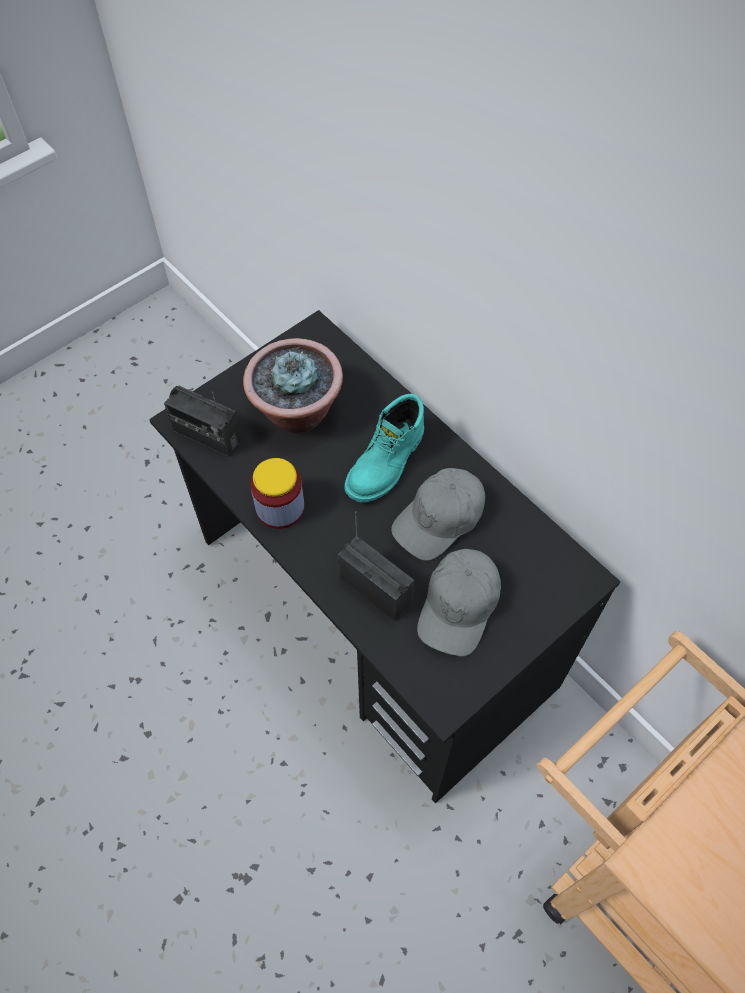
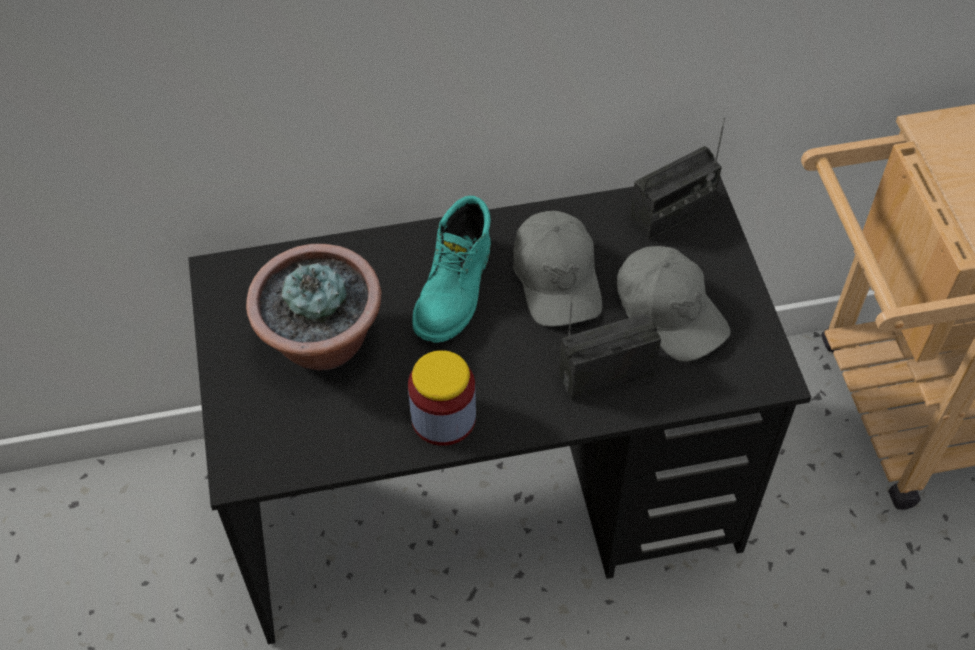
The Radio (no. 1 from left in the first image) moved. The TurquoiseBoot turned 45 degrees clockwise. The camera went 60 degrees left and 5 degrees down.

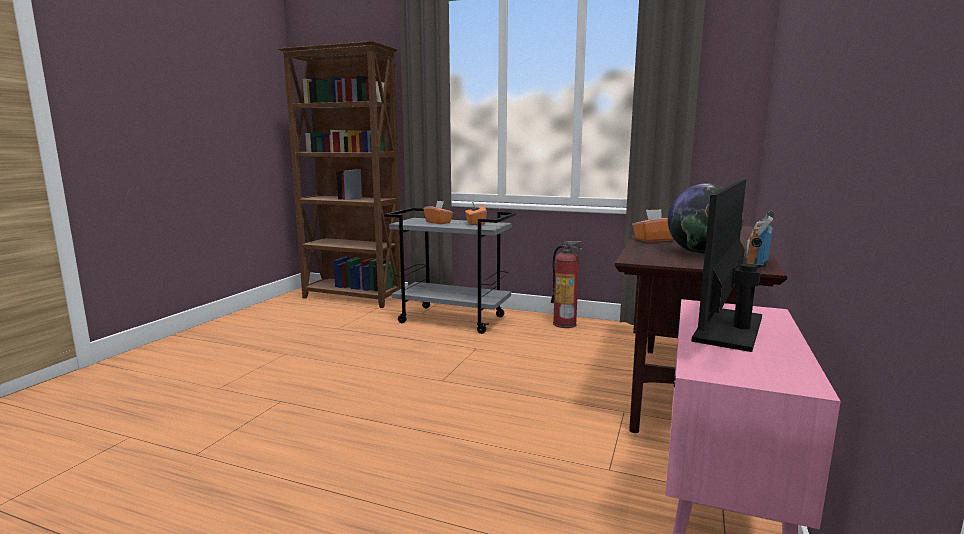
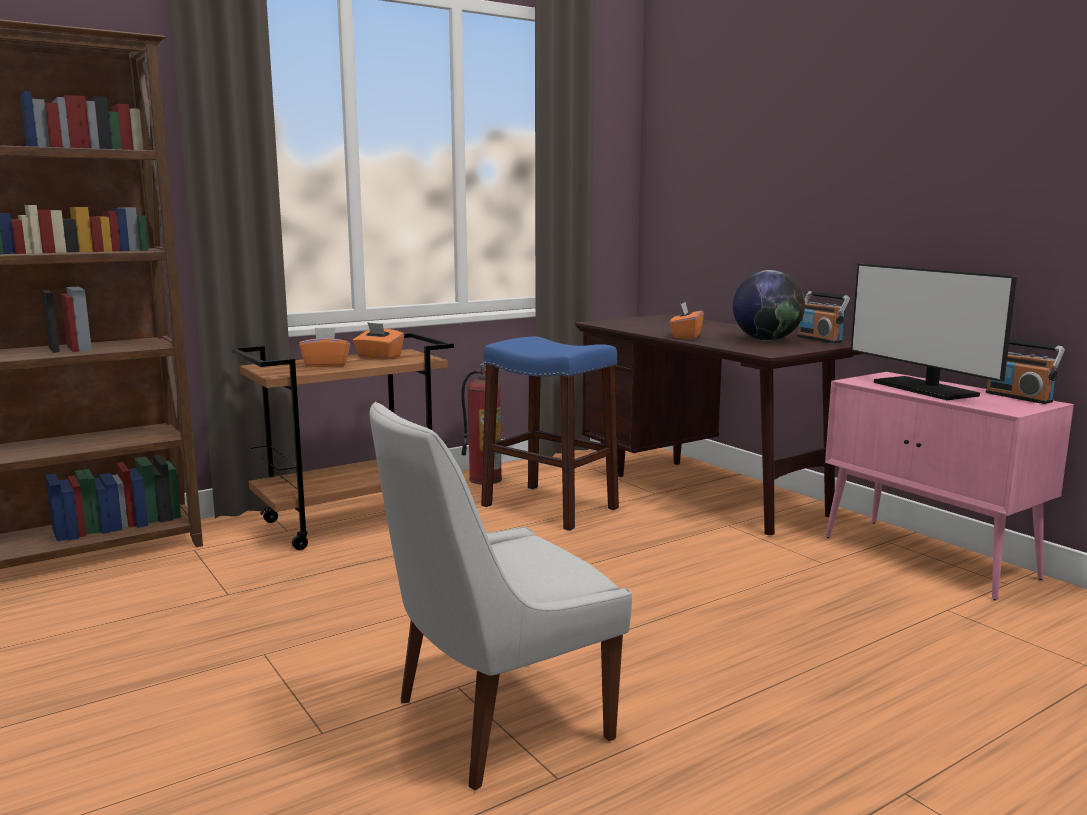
The GreyCart became the BrownCart. The BlueStool appeared. The Radio (no. 2 from left) appeared. The WhiteChair appeared. The camera went 55 degrees left and 0 degrees up.

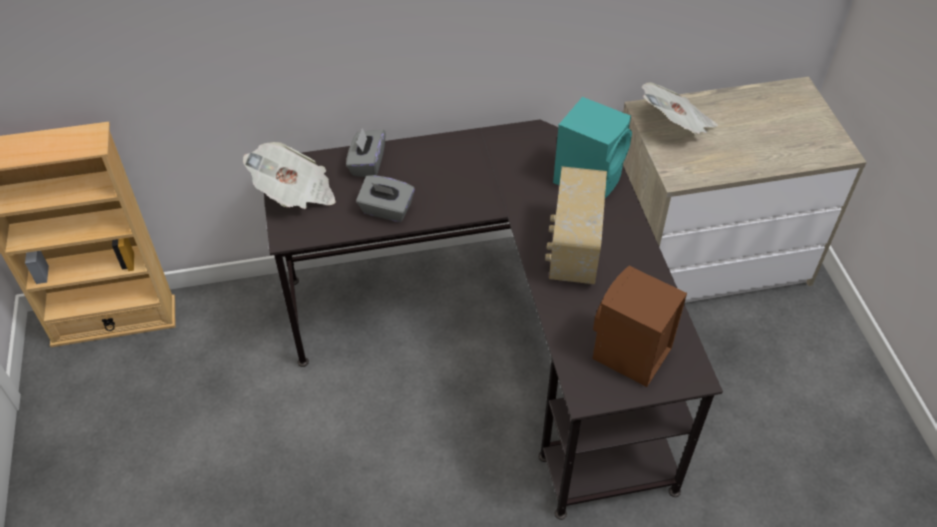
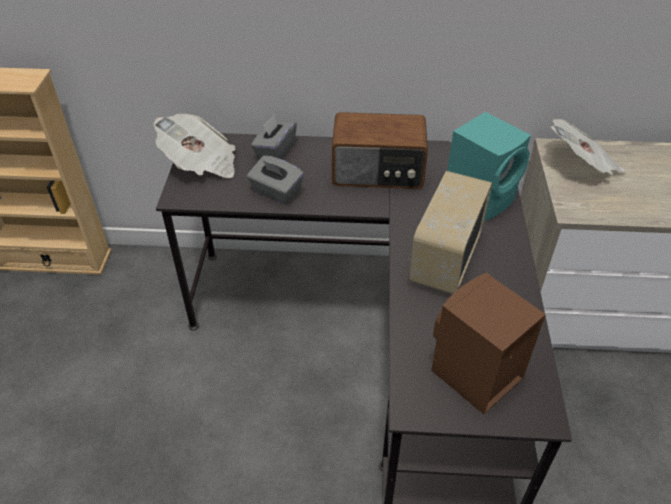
The Radio (no. 1 from left) appeared. The camera went 15 degrees right and 5 degrees down.

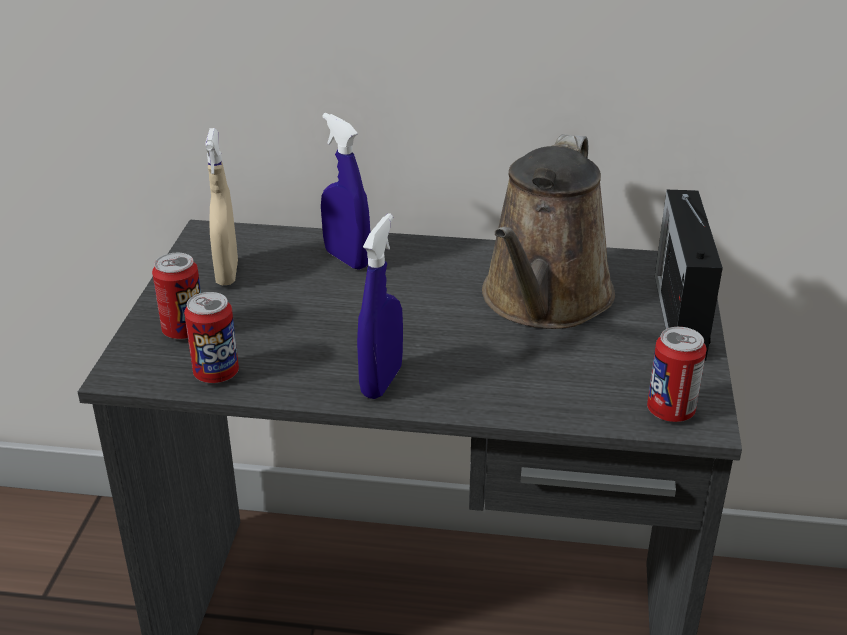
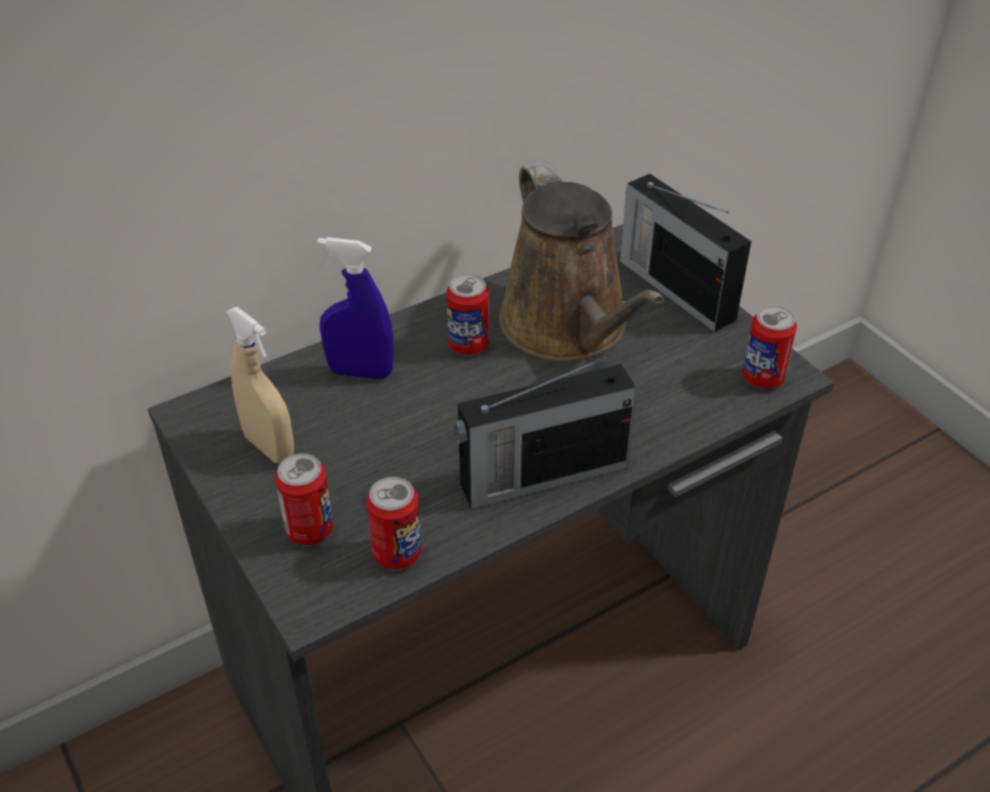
The BlueSprayBottle (no. 2 from left) was replaced by the Radio (no. 1 from left). The Can (no. 3 from left) appeared. The camera went 40 degrees left and 10 degrees up.

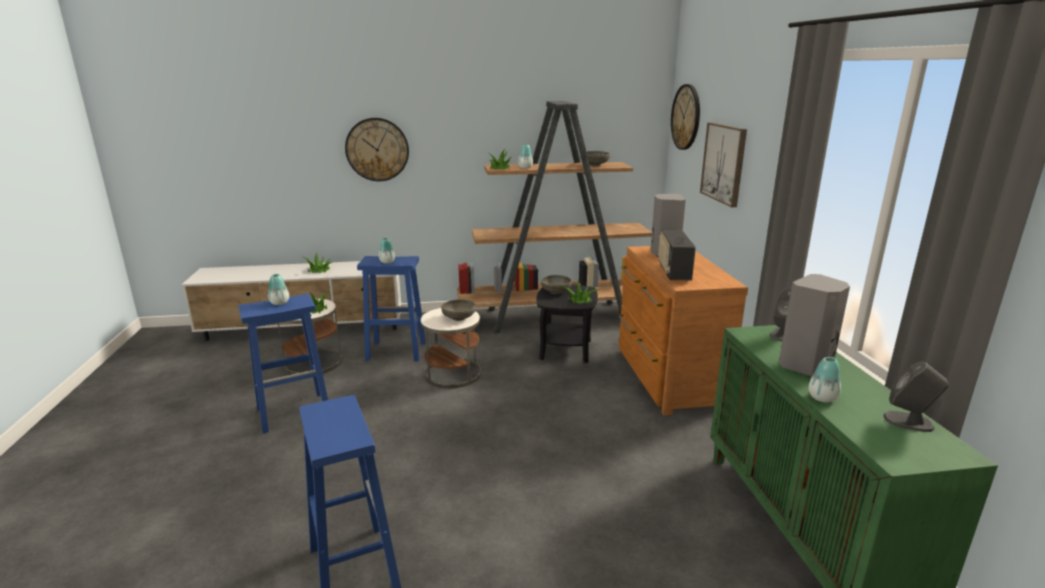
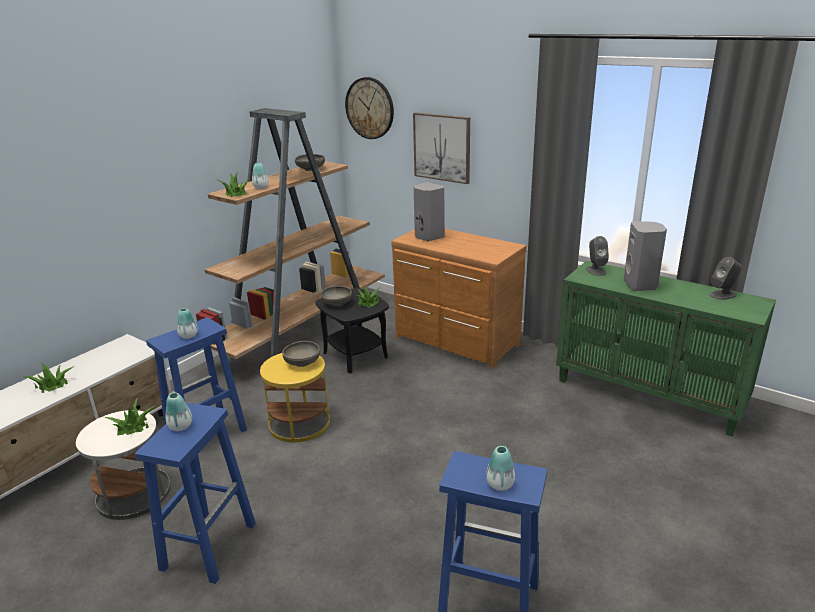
The WallClock (no. 1 from left) disappeared. The Radio disappeared. The WhiteSideTable (no. 2 from left) became the YellowSideTable. The Vase (no. 4 from left) moved. The camera went 45 degrees left and 5 degrees up.

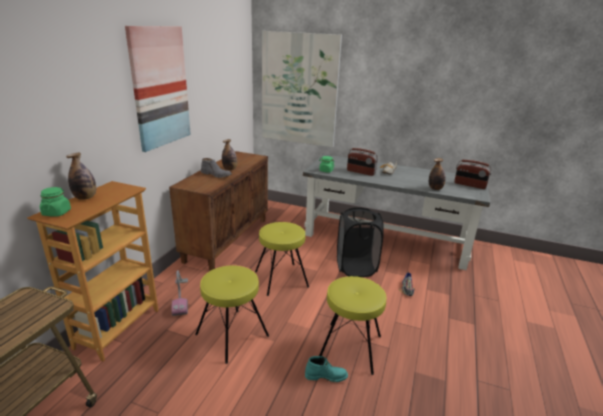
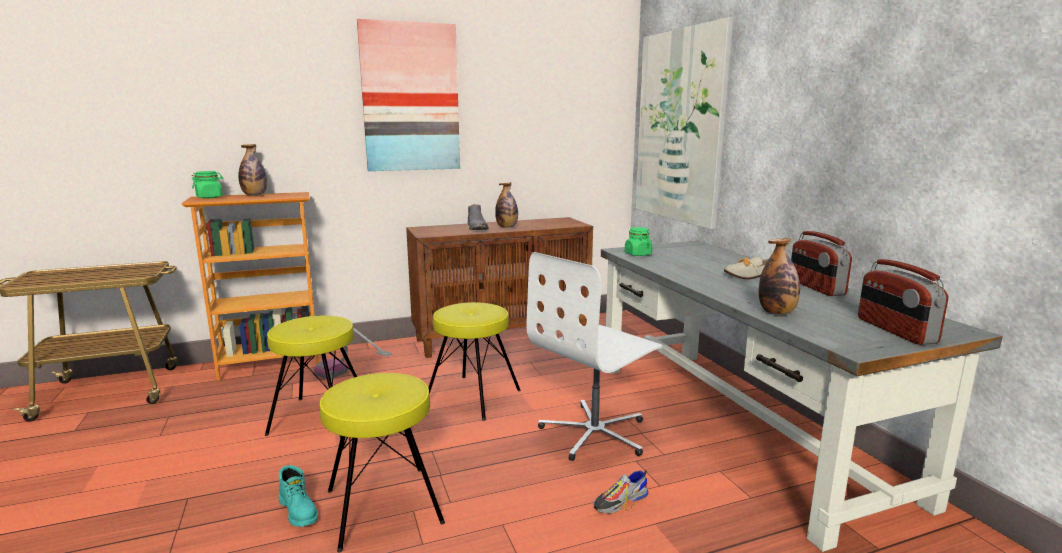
The Radio (no. 1 from left) moved. The BlackLaundryBasket was replaced by the WhiteOfficeChair. The camera went 50 degrees right and 10 degrees down.

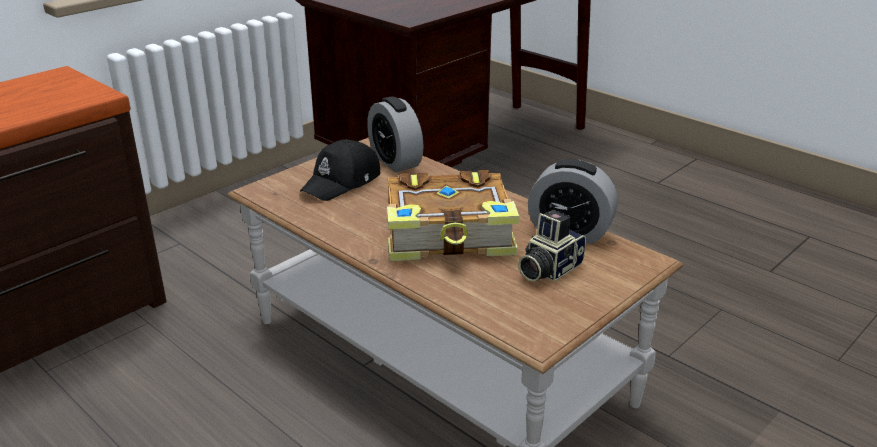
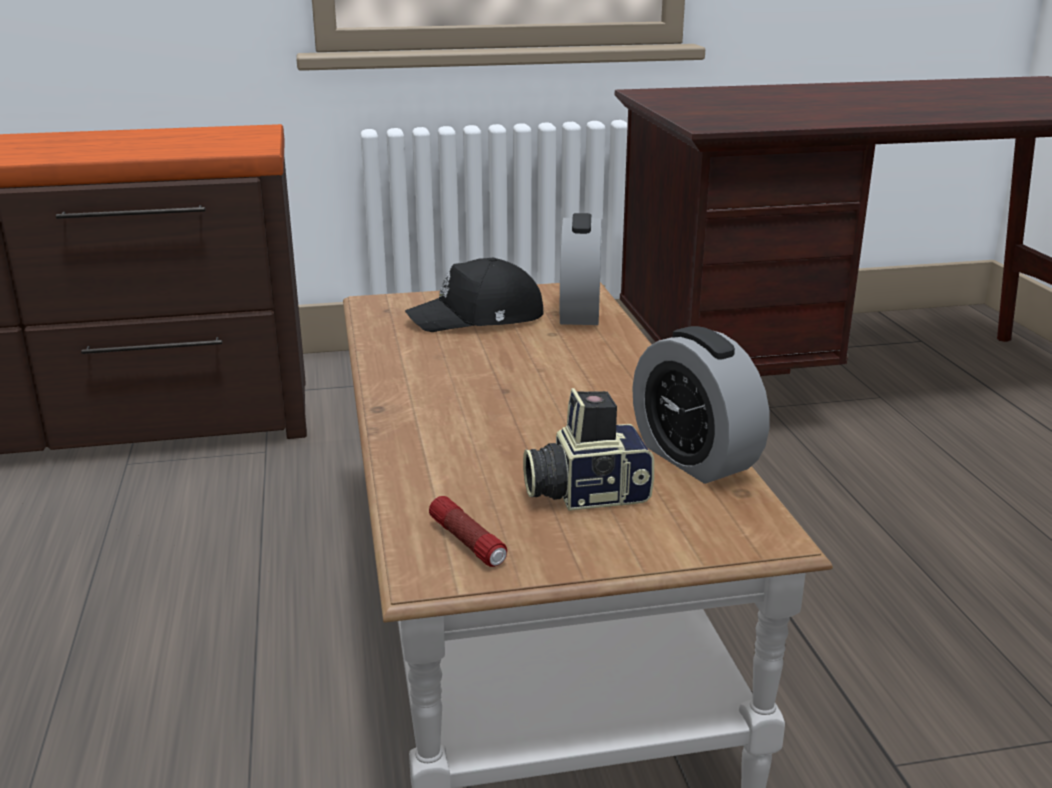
The Book disappeared. The Flashlight appeared. The camera went 35 degrees right and 5 degrees down.

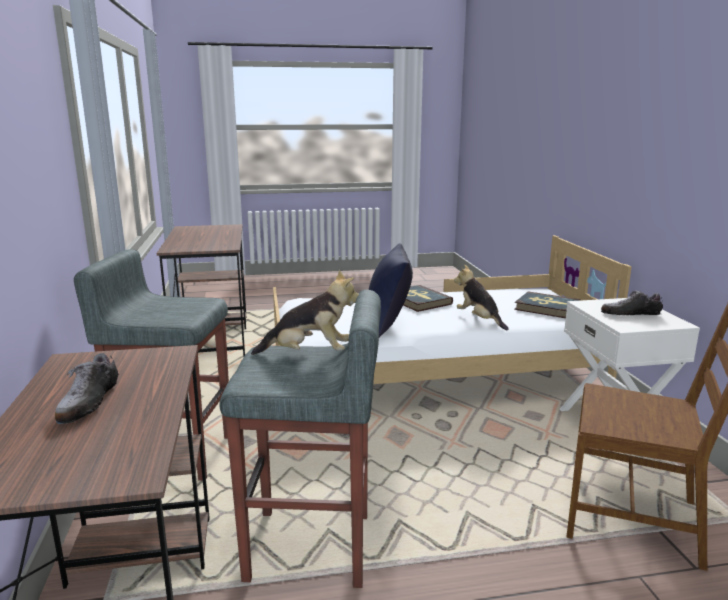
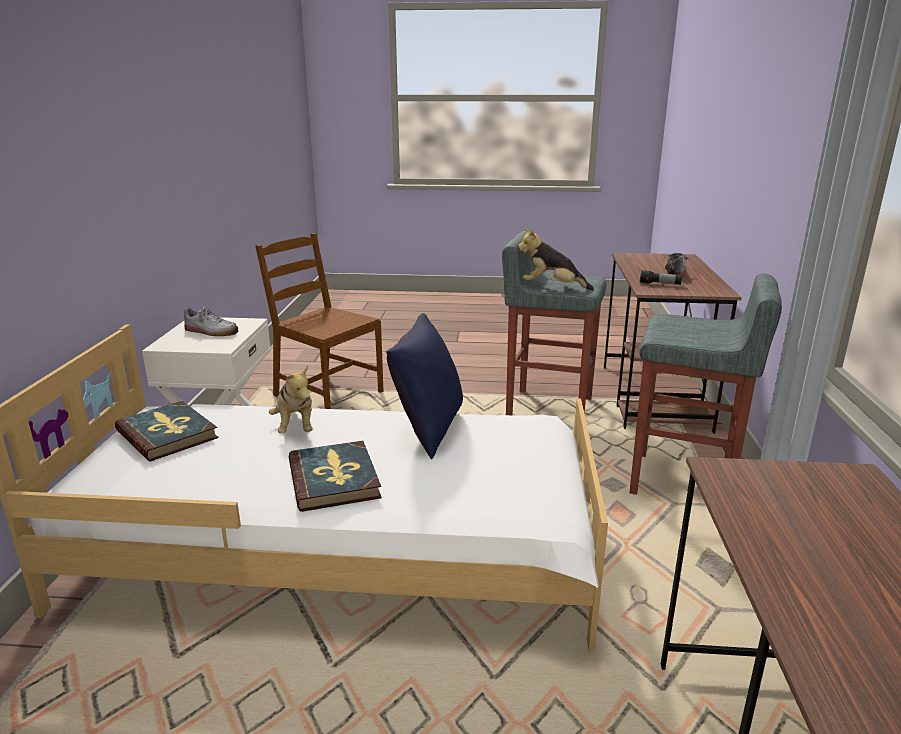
The Flashlight appeared. The camera went 165 degrees left and 5 degrees up.

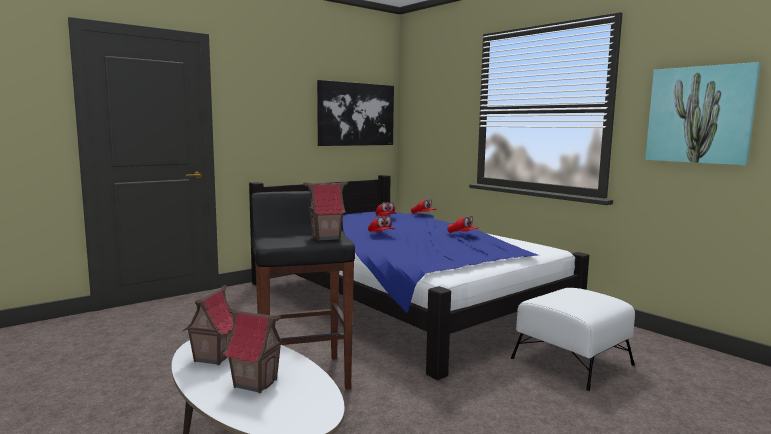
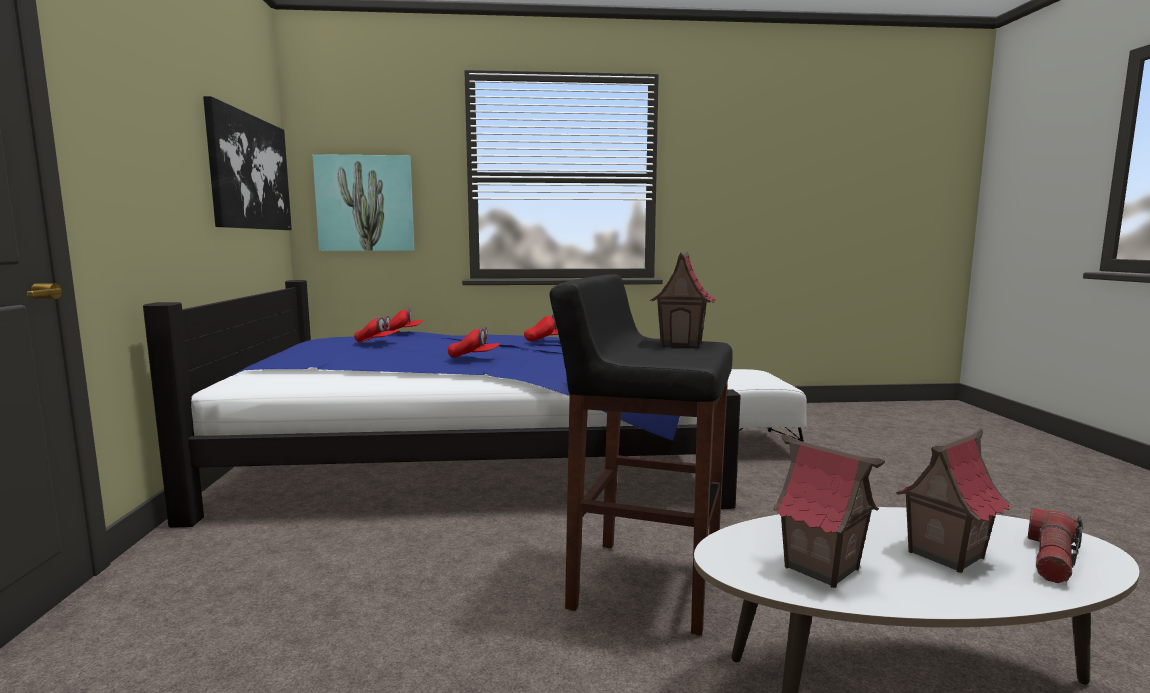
The Picture (no. 2 from left) moved. The Flashlight appeared. The camera went 55 degrees left and 0 degrees up.

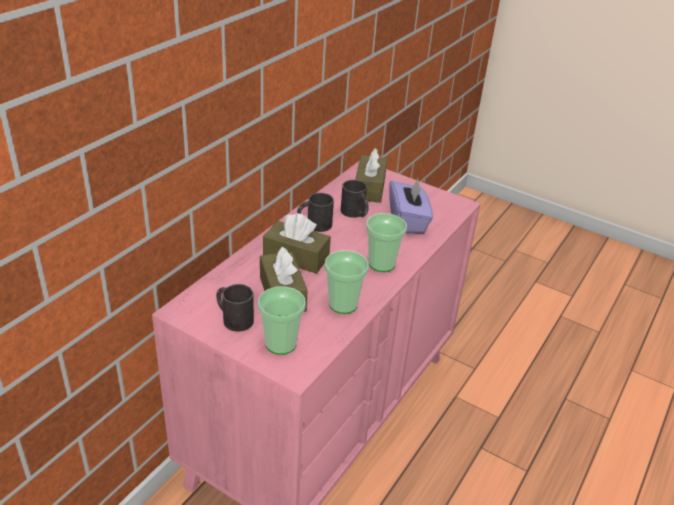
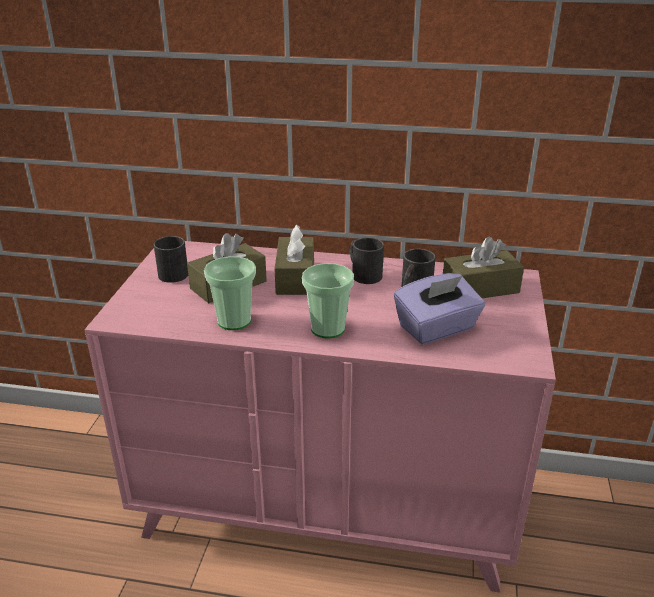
The Cup (no. 1 from left) disappeared. The camera went 70 degrees right and 5 degrees down.

